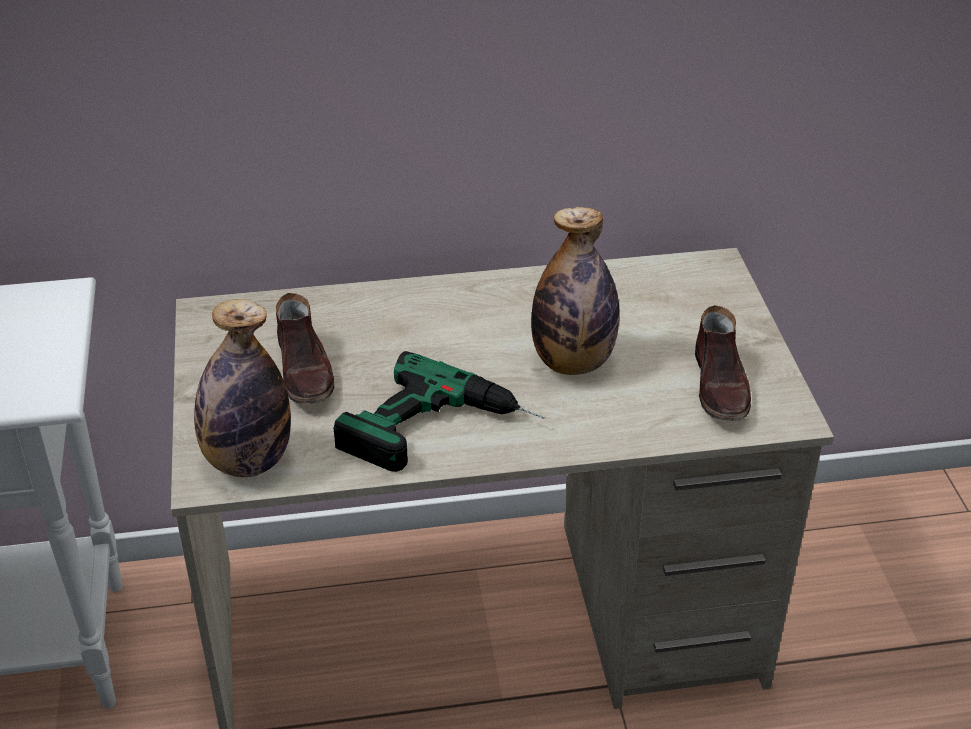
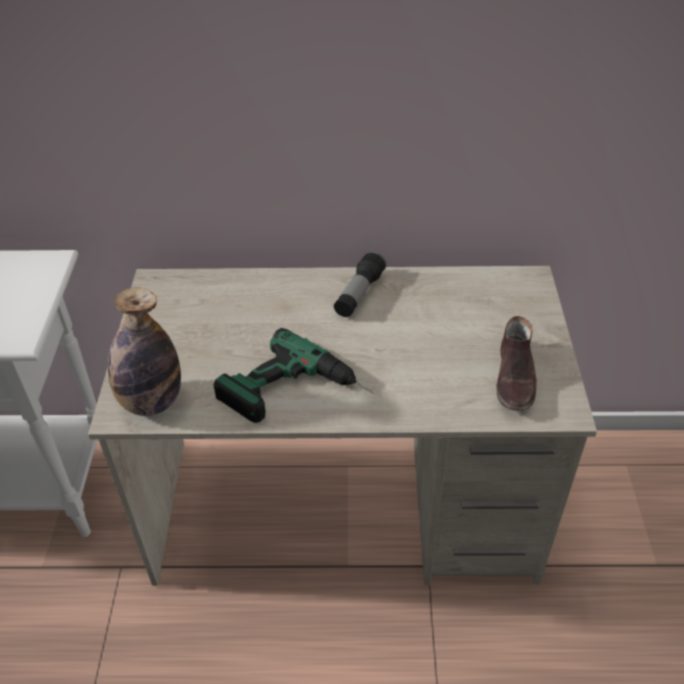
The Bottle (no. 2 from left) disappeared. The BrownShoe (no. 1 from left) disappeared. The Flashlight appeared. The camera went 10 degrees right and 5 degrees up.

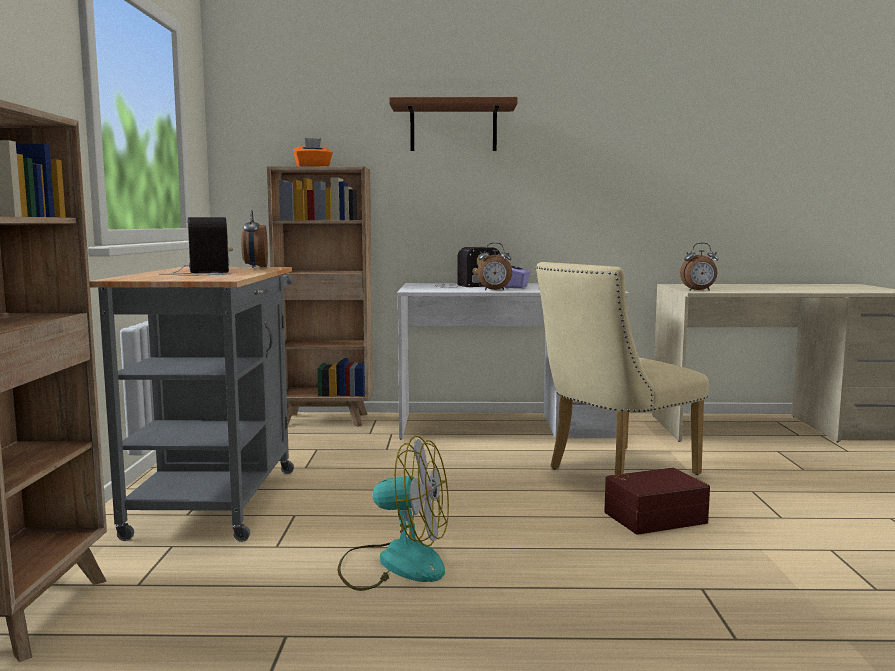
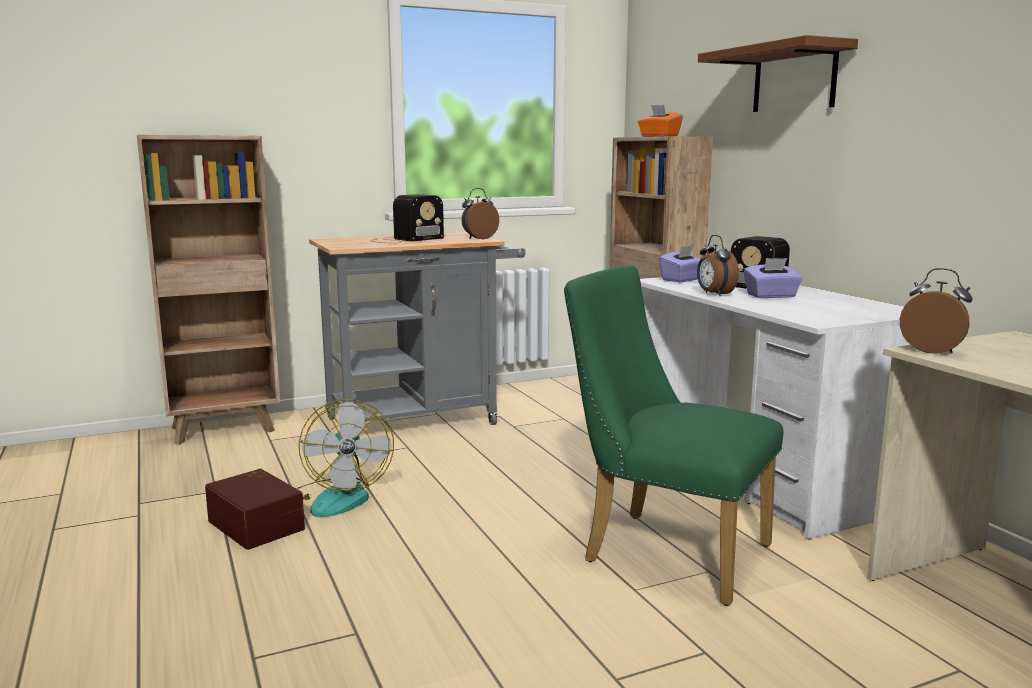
The AlarmClock (no. 3 from left) turned 150 degrees clockwise. The BeigeChair became the GreenChair. The BrownStorageBox moved. The PurpleTissueBox (no. 1 from left) appeared. The camera went 65 degrees right and 5 degrees up.

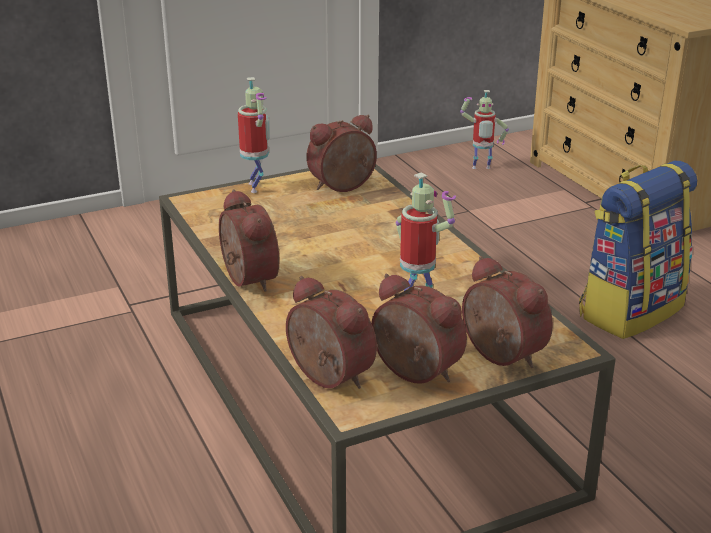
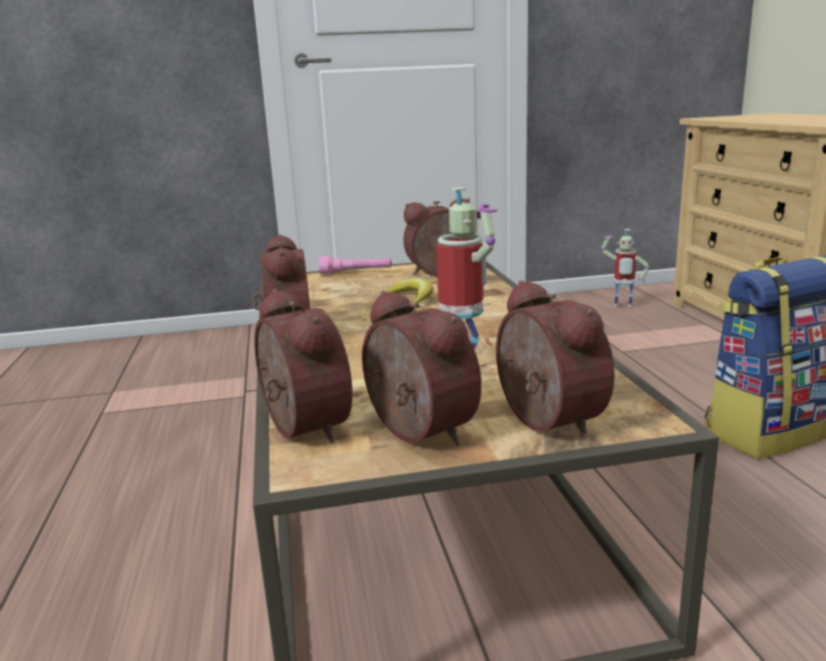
The ToyRobot (no. 1 from left) was replaced by the PinkFlashlight. The Banana appeared. The camera went 15 degrees right and 10 degrees down.

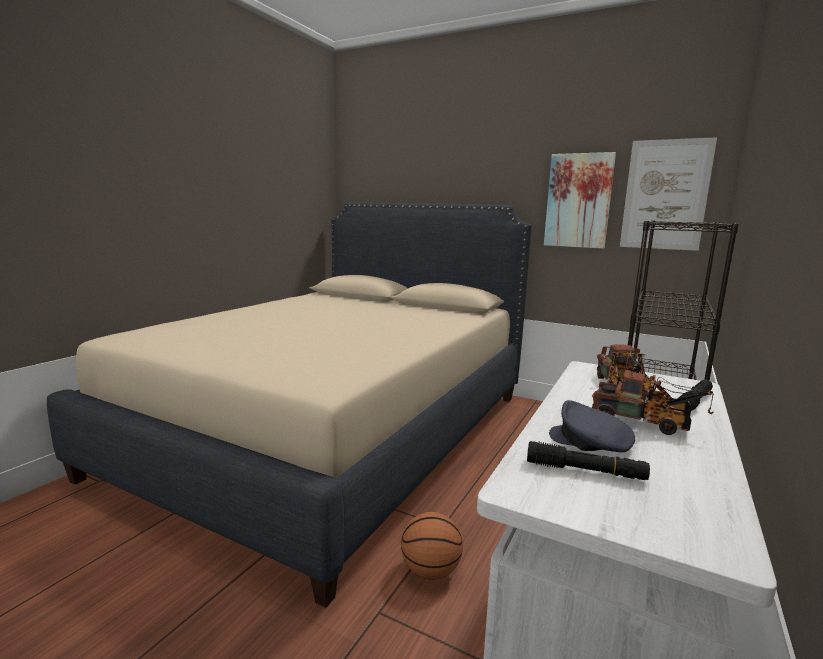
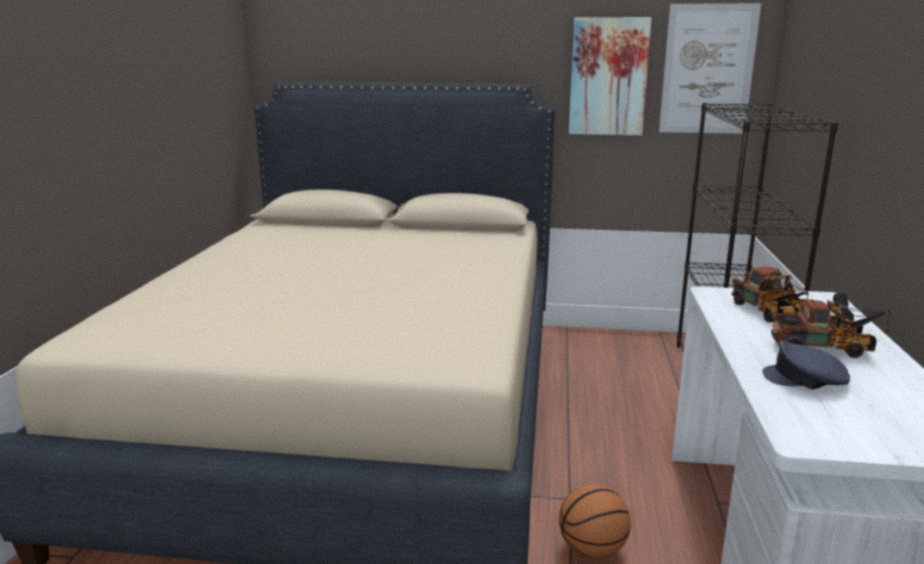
The BlackFlashlight (no. 1 from left) disappeared. The camera went 20 degrees left and 5 degrees up.

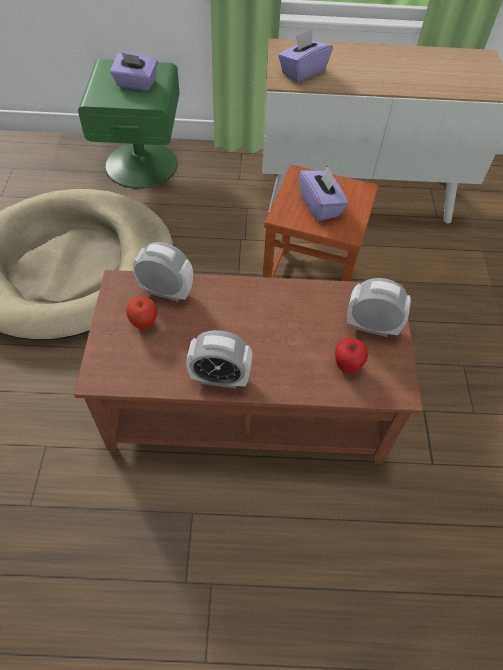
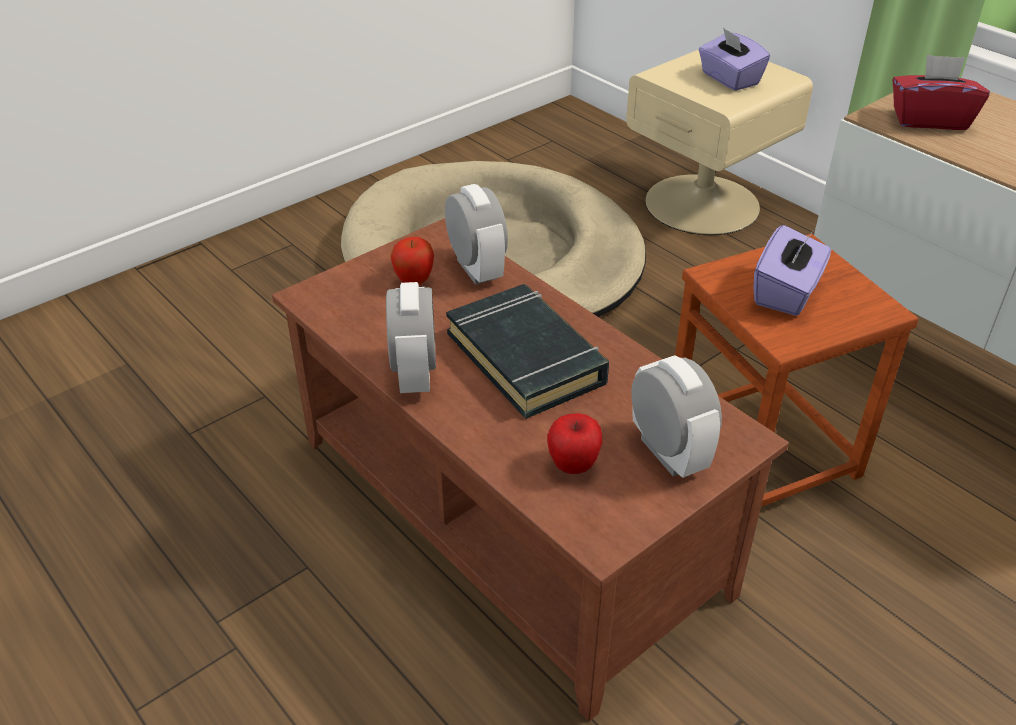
The PurpleTissueBox (no. 2 from left) became the RedTissueBox. The GreenNightstand became the BeigeNightstand. The AlarmClock (no. 2 from left in the first image) turned 150 degrees counterclockwise. The BlackBook appeared. The camera went 50 degrees right and 15 degrees down.

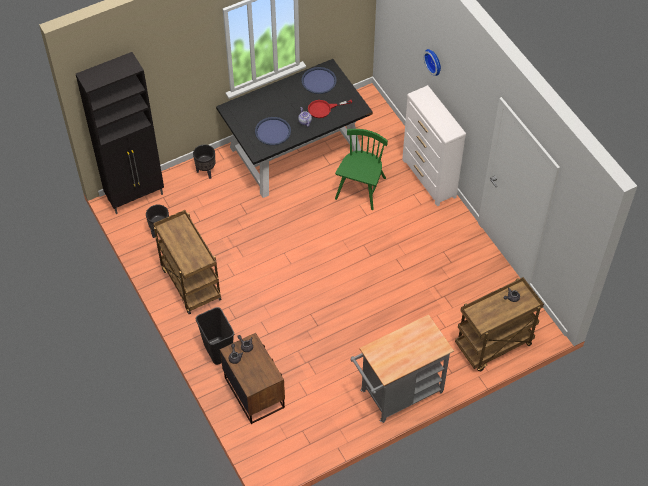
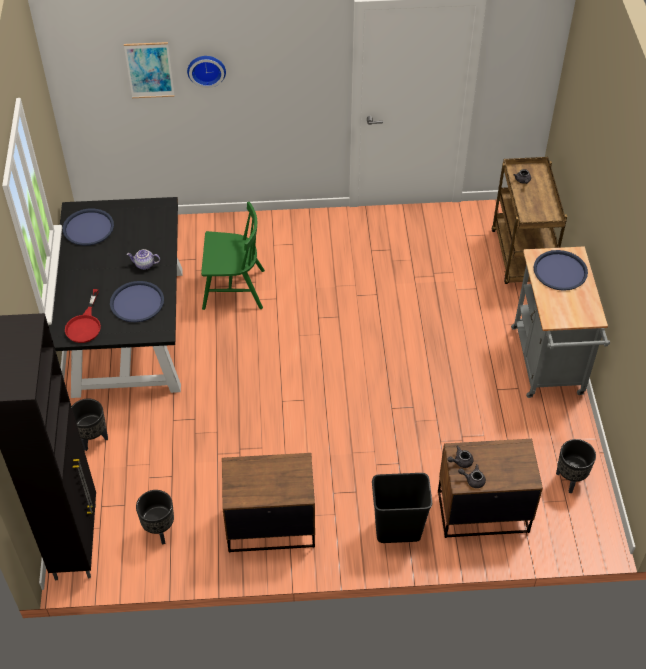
The WhiteDresser disappeared. The RedFryingPan moved. The GreenChair turned 135 degrees clockwise. The BrownCart (no. 1 from left) was replaced by the BrownNightstand (no. 1 from left). The Picture appeared. The BlueTray (no. 3 from left) appeared. The BlackPlanter (no. 3 from left) appeared. The camera went 65 degrees left and 5 degrees down.

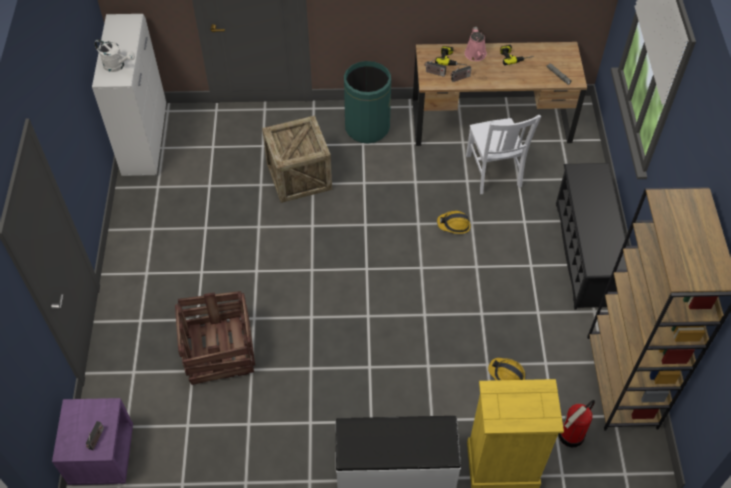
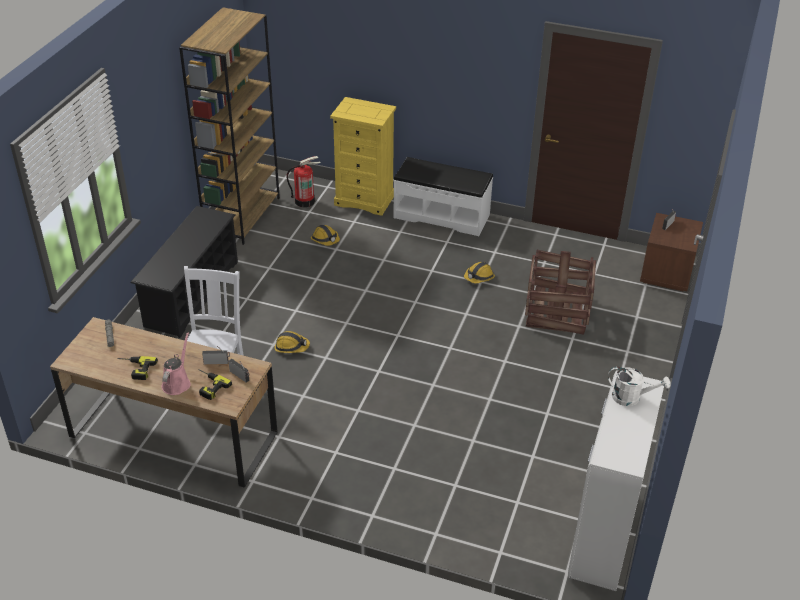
The WhiteWateringCan turned 150 degrees clockwise. The GreenTrashCan disappeared. The Crate (no. 2 from left) disappeared. The PurpleNightstand became the BrownNightstand. The HardHat (no. 3 from left) appeared. The camera went 160 degrees left and 15 degrees down.

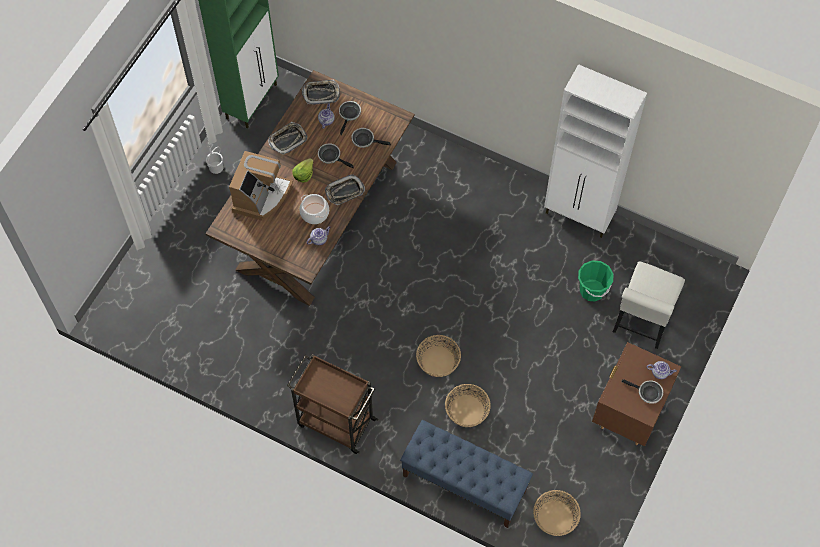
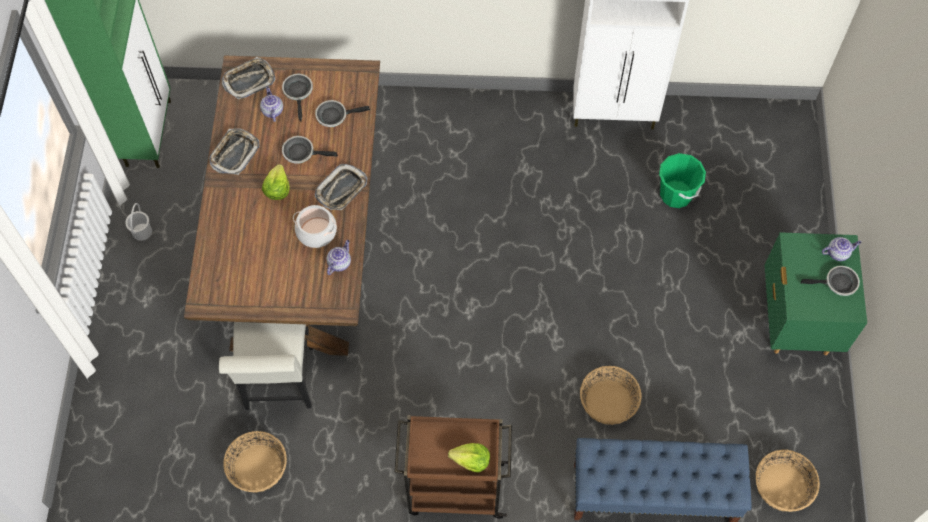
The CoffeeMachine disappeared. The WhiteChair moved. The Basket (no. 1 from left) moved. The BrownNightstand became the GreenNightstand. The Lettuce (no. 2 from left) appeared. The camera went 25 degrees left and 0 degrees up.

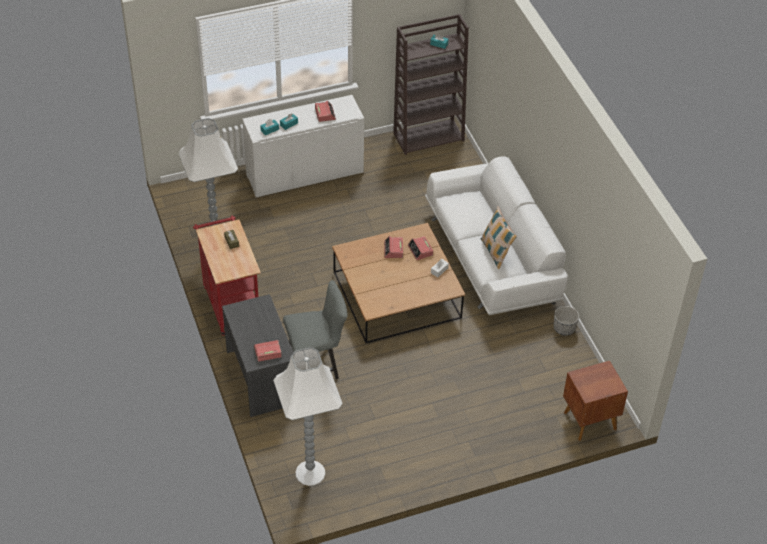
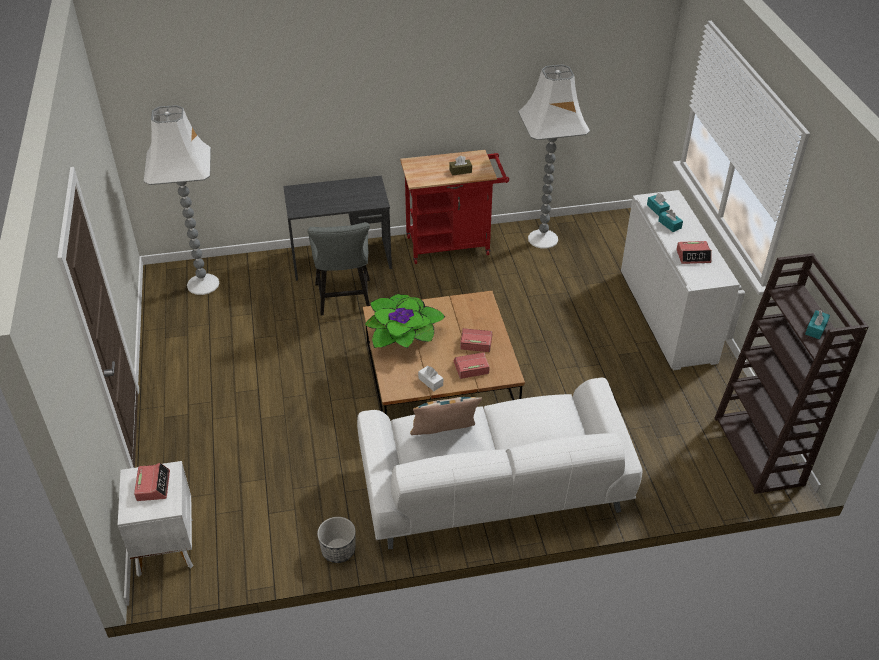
The AlarmClock (no. 1 from left) moved. The BrownNightstand became the WhiteNightstand. The PottedPlant appeared. The camera went 100 degrees right and 5 degrees down.

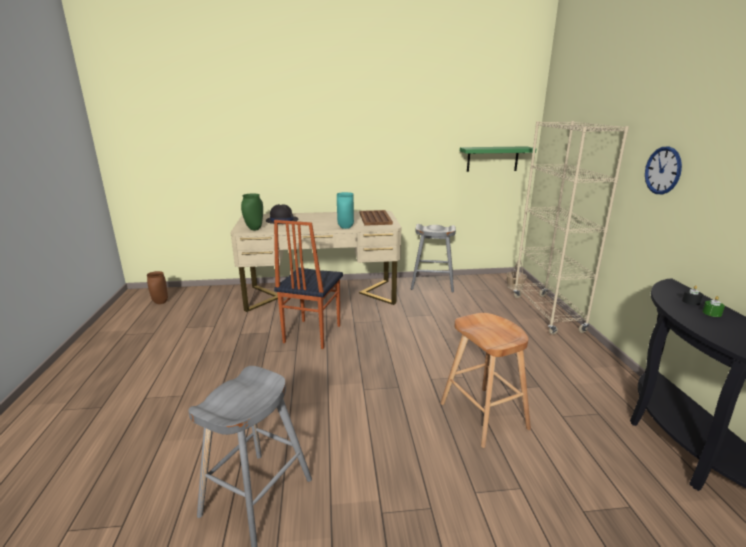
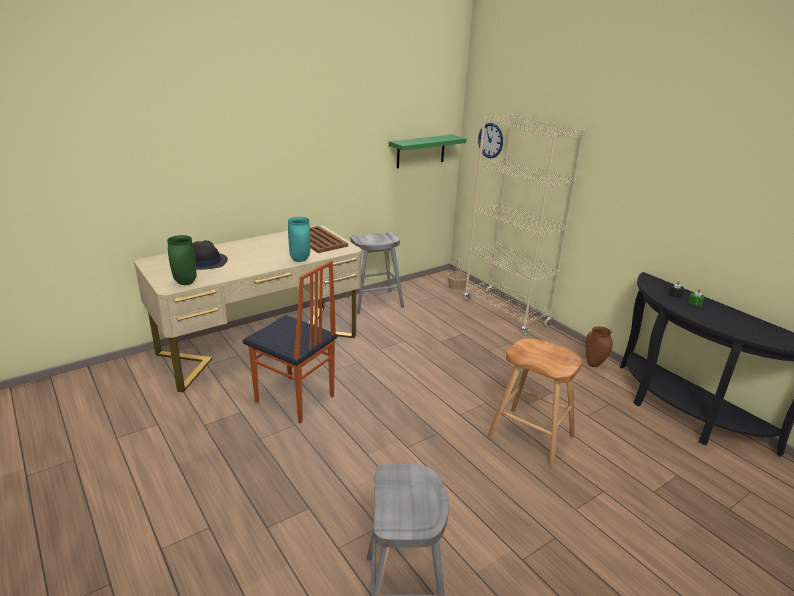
The WallClock moved. The Chair turned 45 degrees counterclockwise. The BrownVase moved. The camera went 30 degrees left and 5 degrees up.

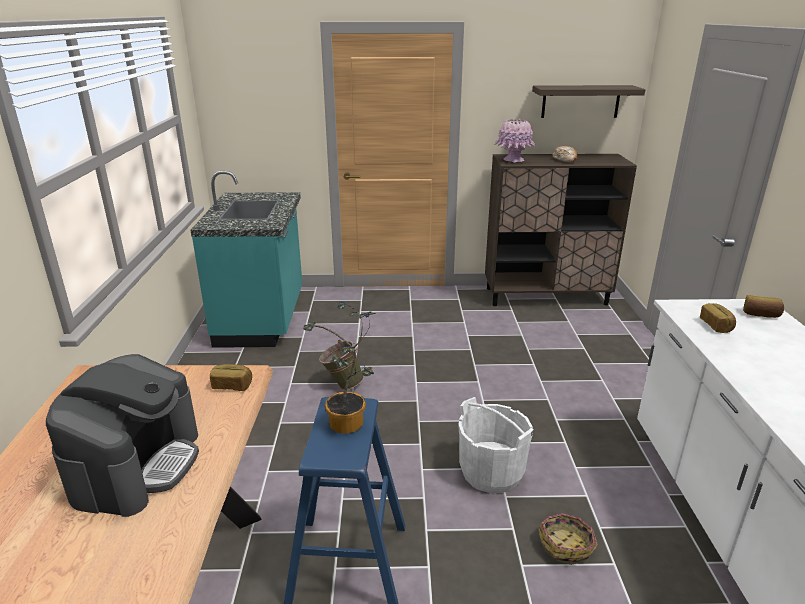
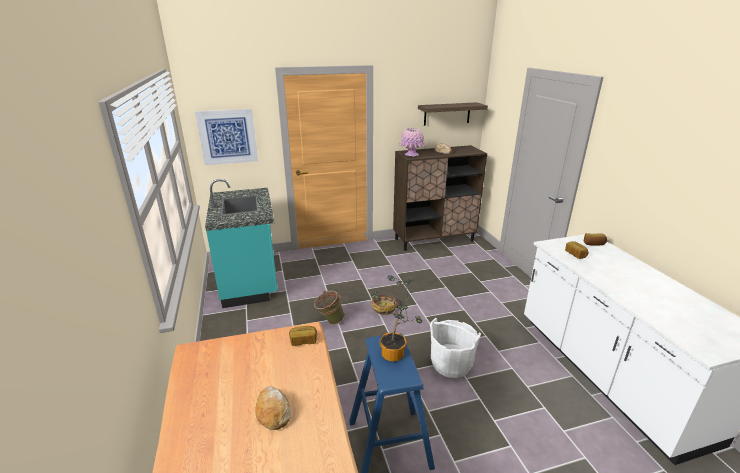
The CoffeeMachine was replaced by the Bread (no. 1 from left). The Basket moved. The Picture appeared. The camera went 15 degrees left and 0 degrees up.

